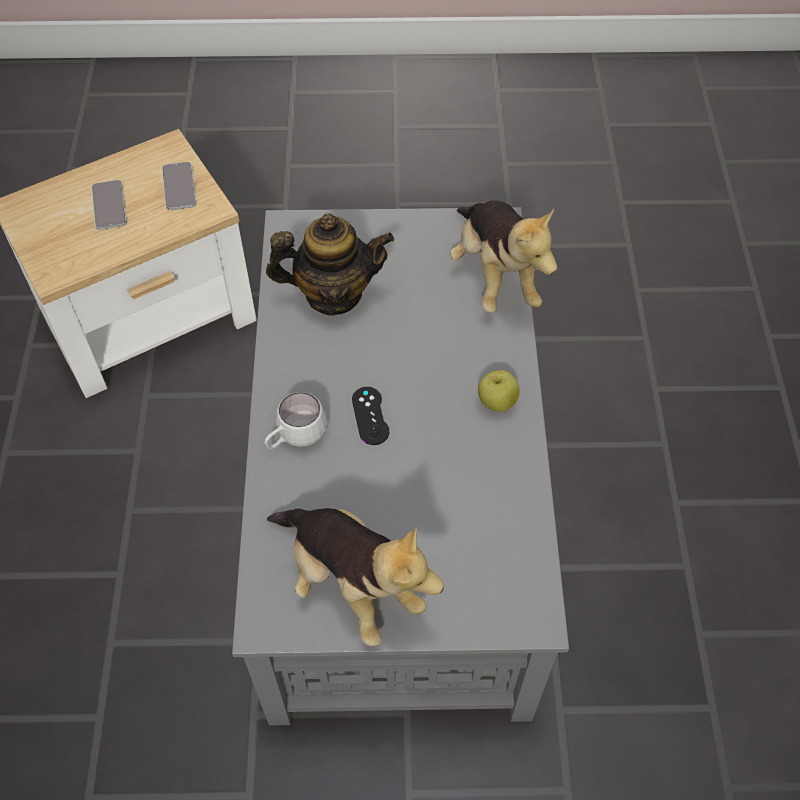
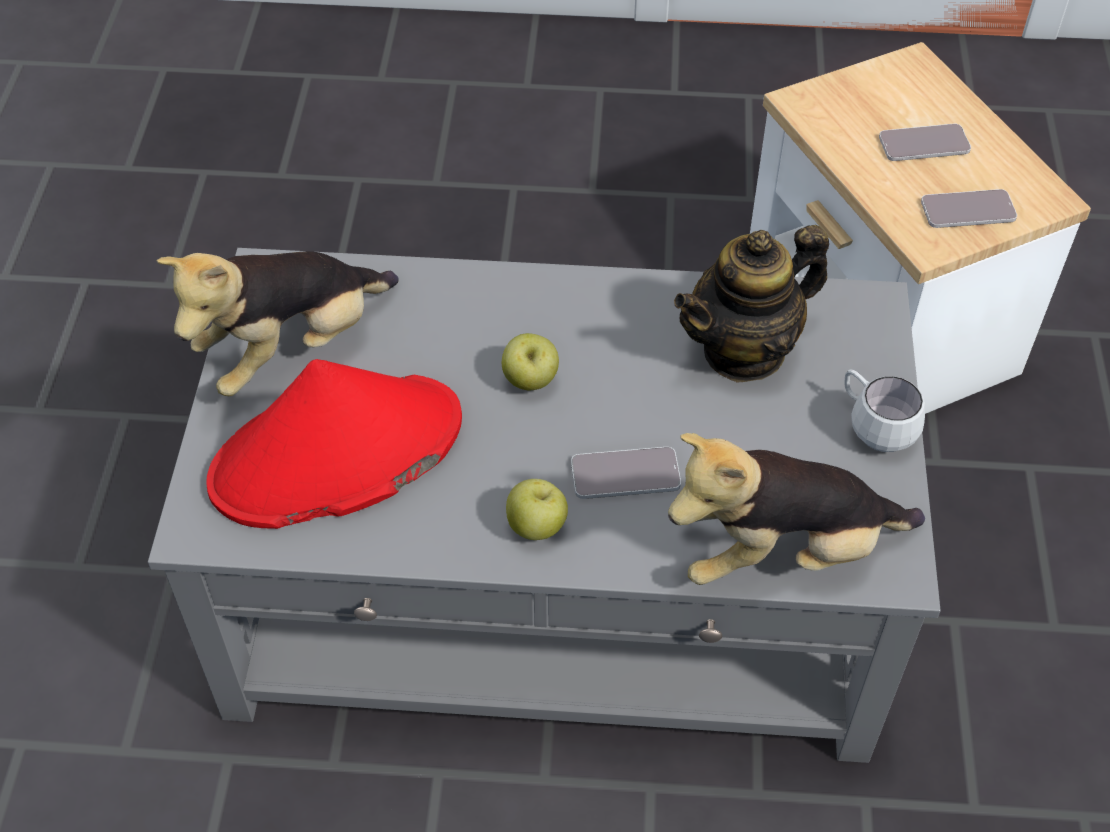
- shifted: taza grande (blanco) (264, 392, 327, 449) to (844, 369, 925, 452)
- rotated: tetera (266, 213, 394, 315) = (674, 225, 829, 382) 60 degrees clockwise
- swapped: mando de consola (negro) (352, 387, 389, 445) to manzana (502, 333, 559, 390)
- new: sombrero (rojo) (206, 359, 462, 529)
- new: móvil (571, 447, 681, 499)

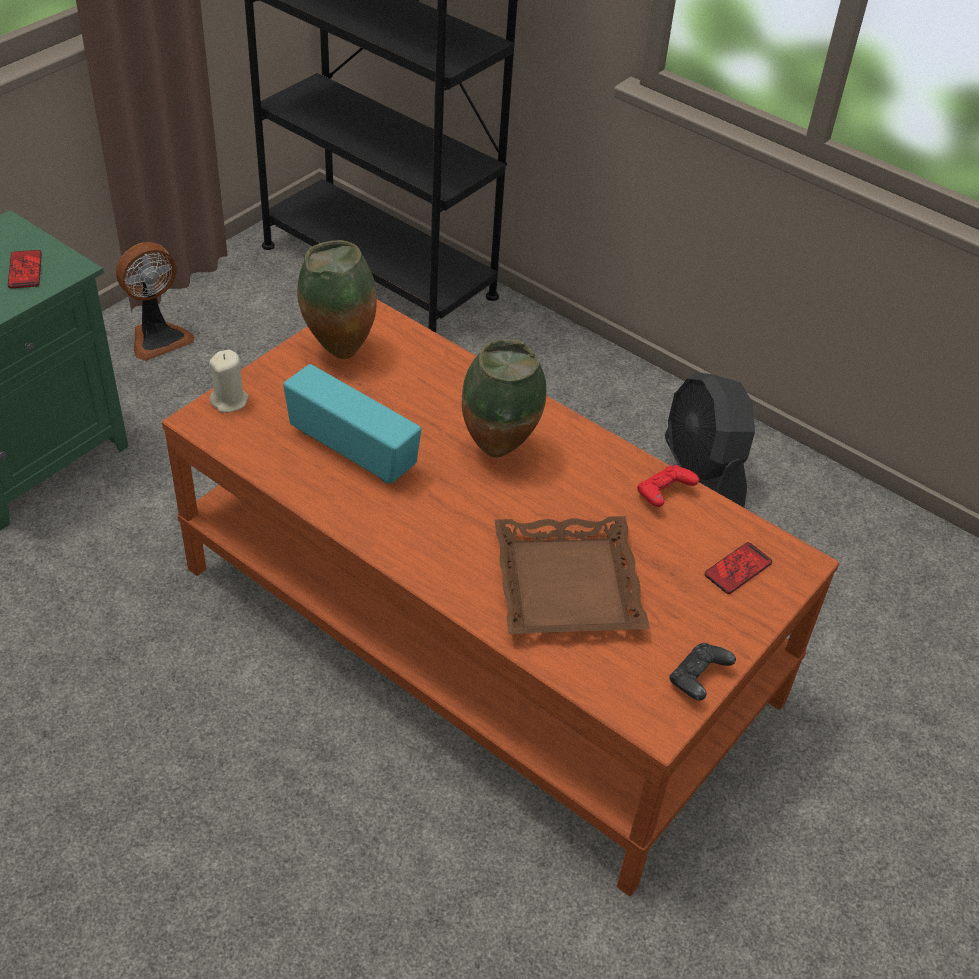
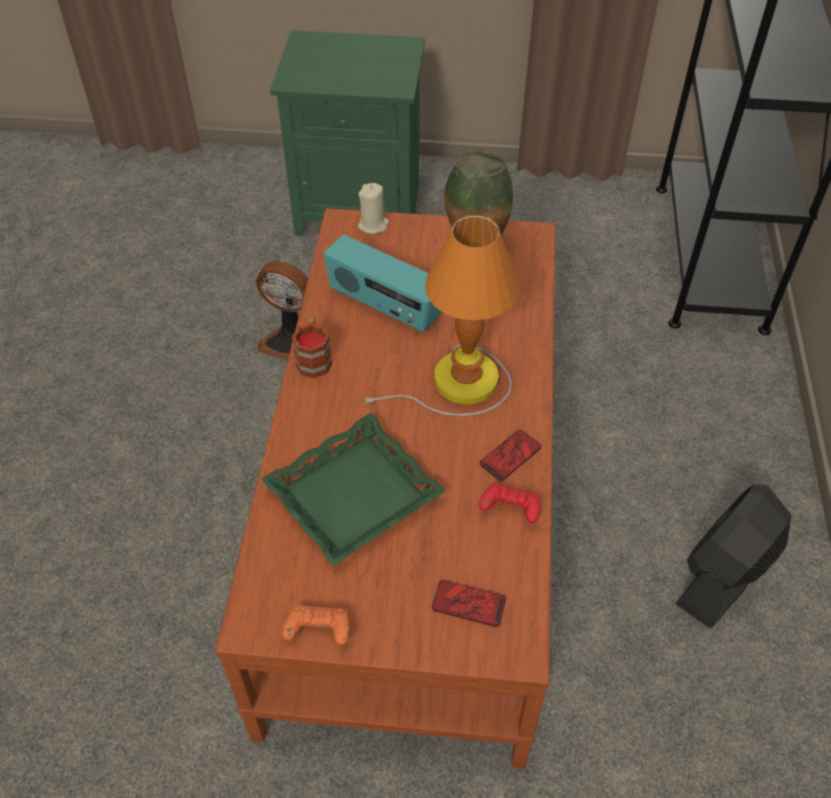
- shifted: móvil (8, 250, 42, 288) to (480, 429, 541, 481)
- shifted: ventilador (116, 242, 194, 361) to (256, 261, 308, 360)
- rotated: radio (283, 364, 422, 484) = (324, 235, 442, 333) 120 degrees clockwise
- swapped: florero (462, 340, 546, 457) to lámpara de mesa (362, 216, 519, 416)
- repainted: bandeja (marrón) (495, 516, 650, 634) to bandeja (verde) (261, 413, 446, 566)
- repainted: mando de consola (negro) (669, 643, 736, 700) to mando de consola (naranja) (282, 605, 350, 645)
- new: taza grande (292, 316, 332, 378)

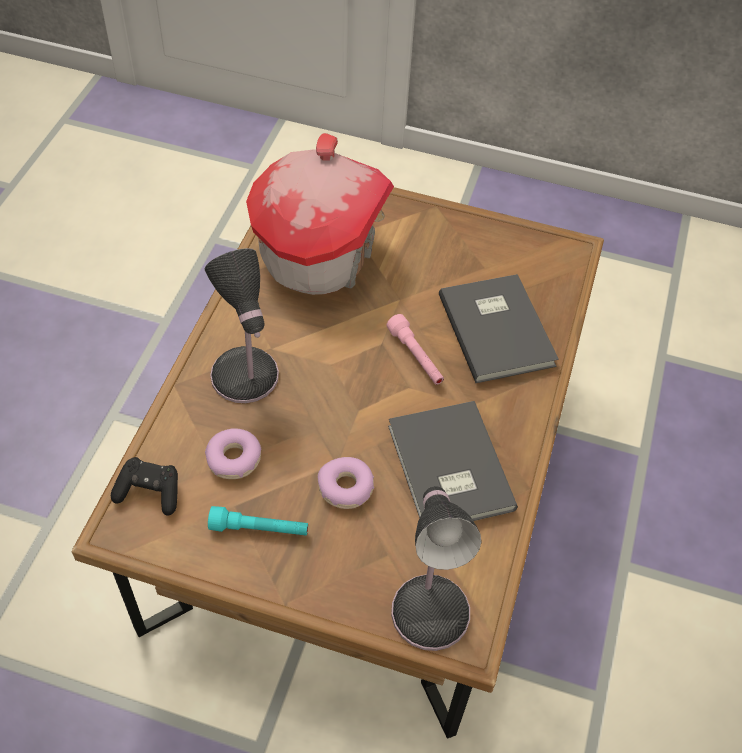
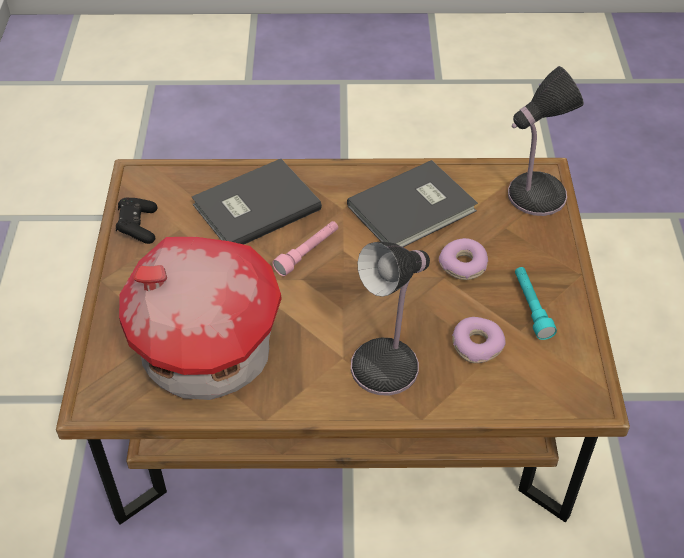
- shifted: mando de consola (negro) (111, 457, 178, 516) to (116, 198, 157, 244)

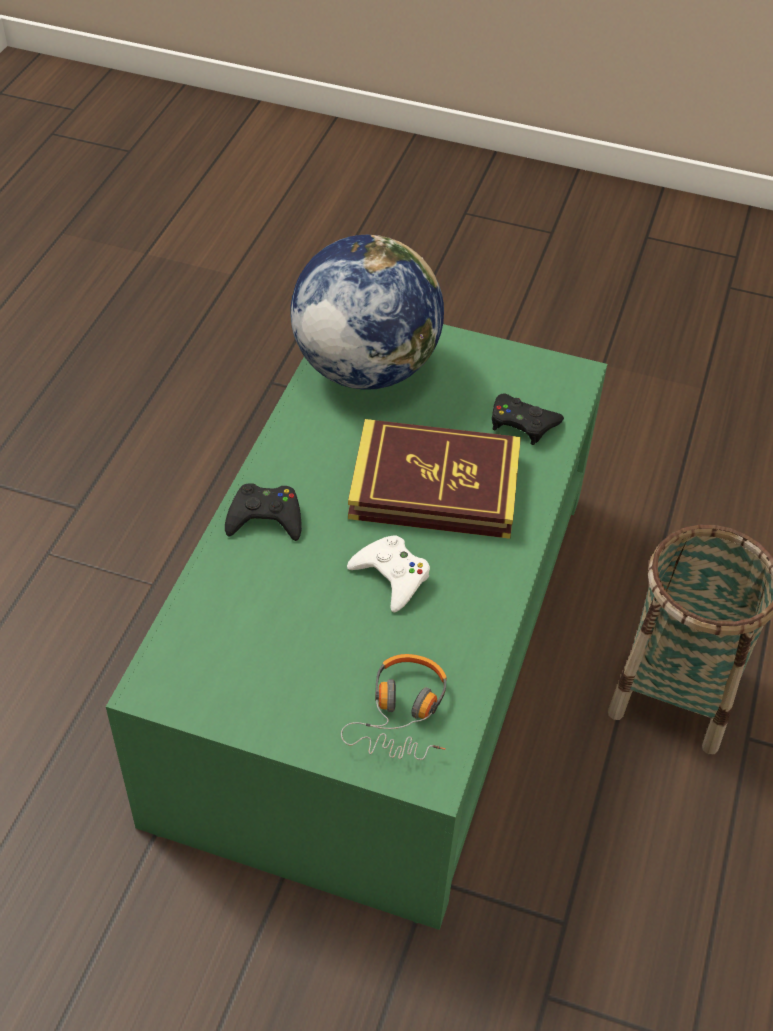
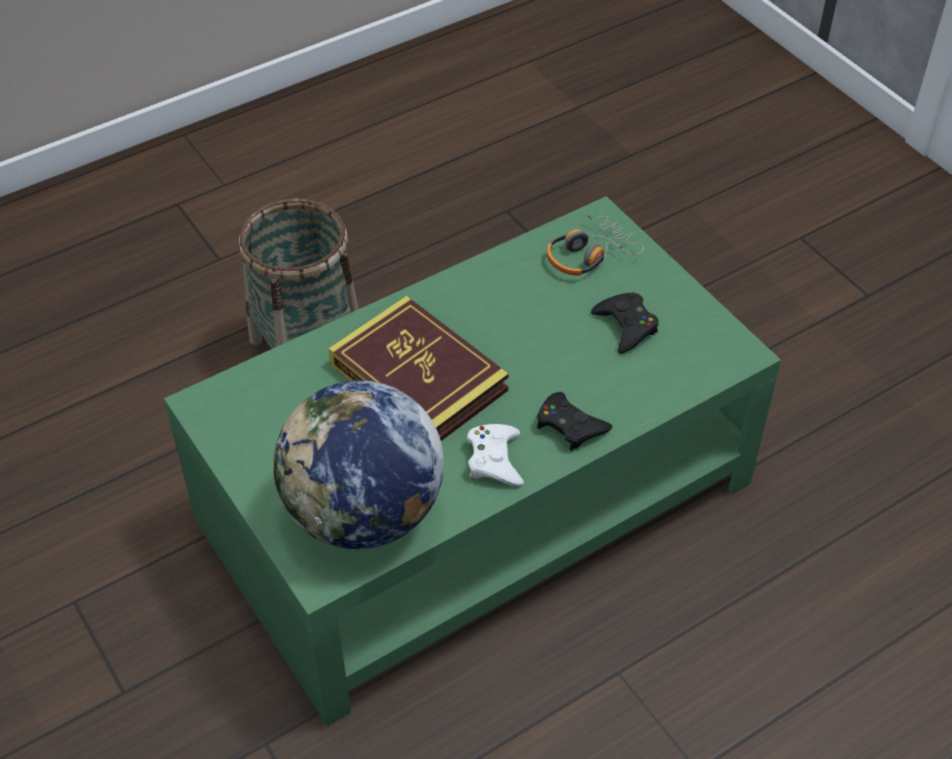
- shifted: mando de consola (blanco) (347, 536, 430, 613) to (467, 424, 524, 486)
- shifted: mando de consola (negro) (492, 393, 564, 445) to (591, 292, 659, 354)

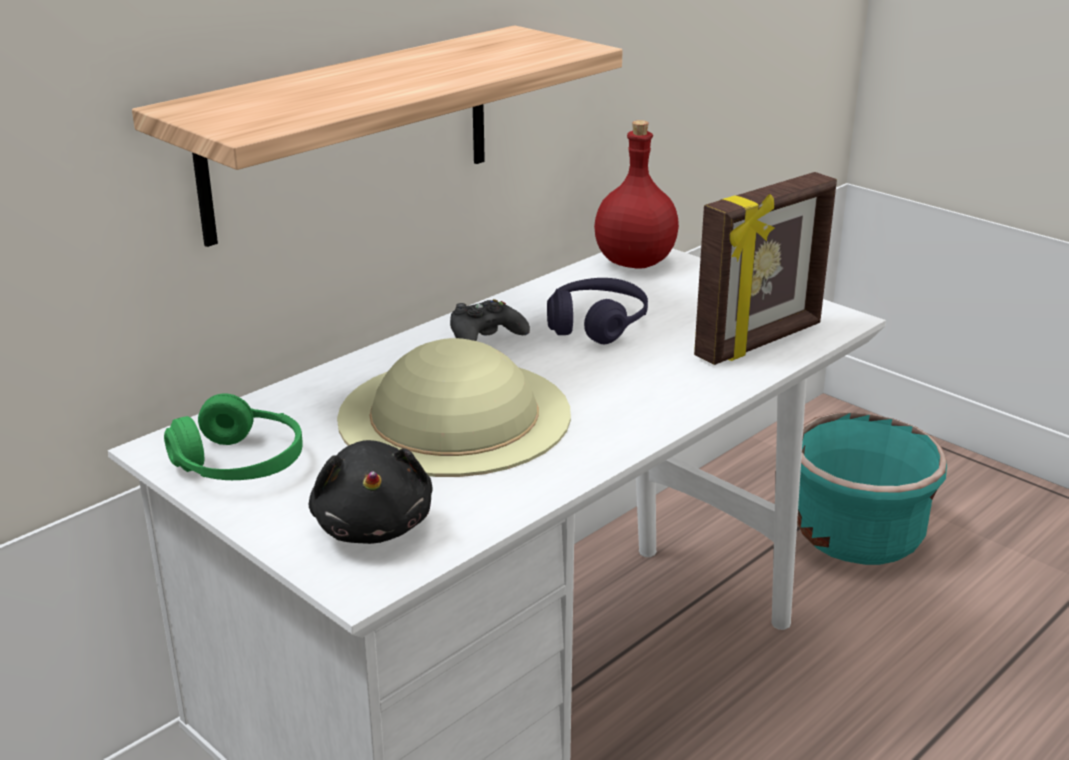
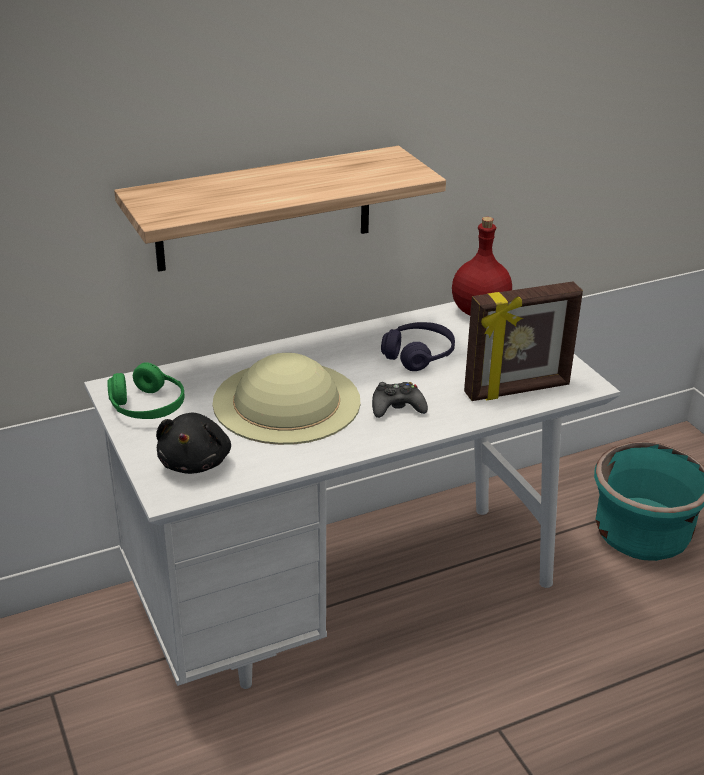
- shifted: mando de consola (negro) (450, 299, 530, 341) to (372, 382, 428, 418)

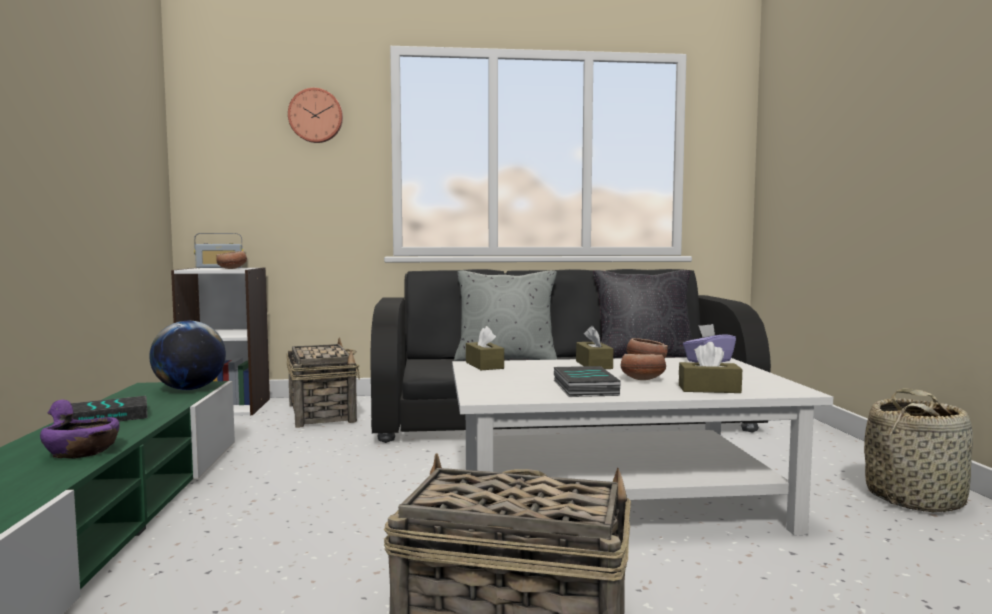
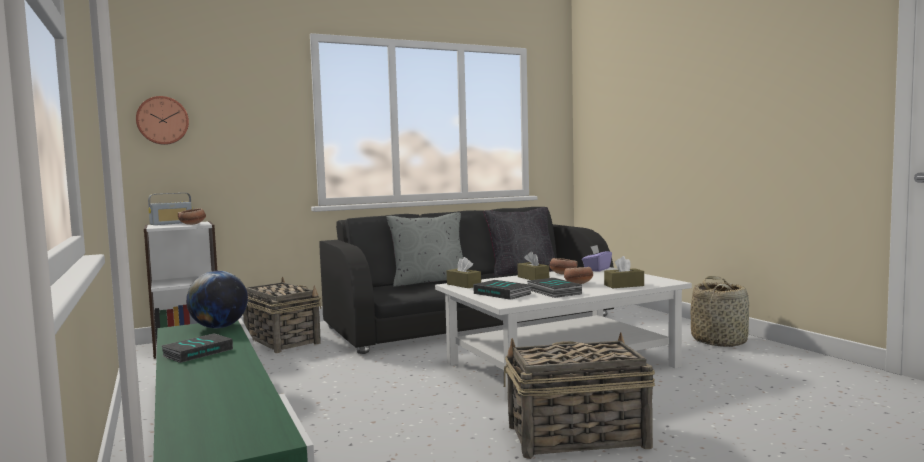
- gone: cuenco (morado) (40, 400, 120, 459)
- shifted: reloj de pared (288, 88, 343, 143) to (136, 96, 189, 145)
- new: libro (473, 280, 532, 300)

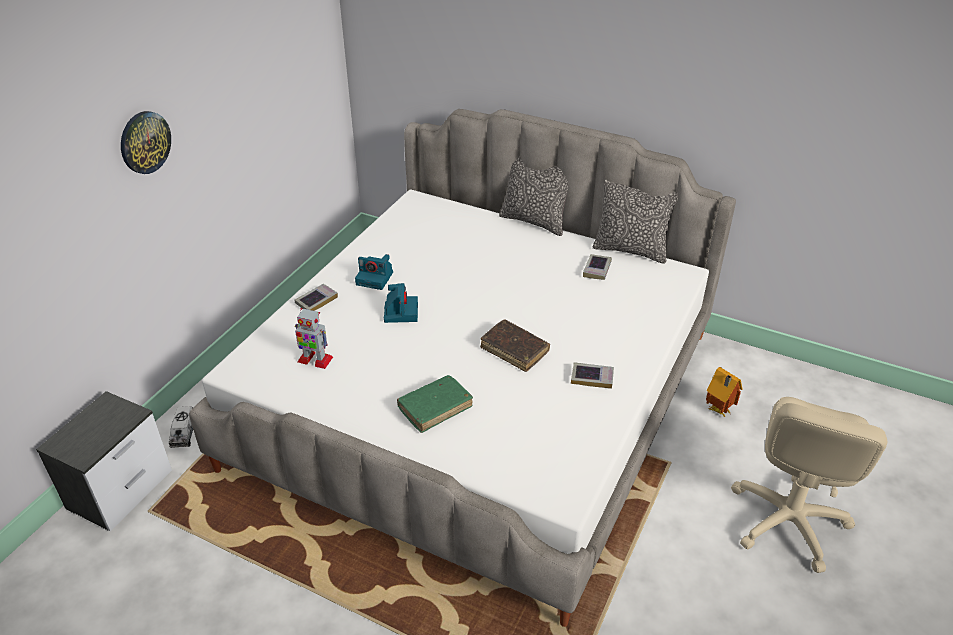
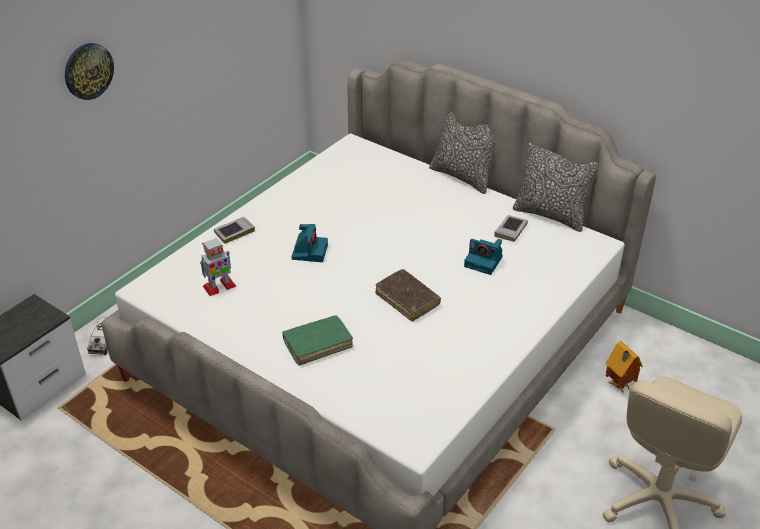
- rotated: robot de juguete (295, 308, 333, 369) = (200, 237, 237, 296) 60 degrees counterclockwise
- shifted: cámara (355, 254, 393, 290) to (464, 239, 503, 275)
- gone: libro (571, 362, 614, 389)

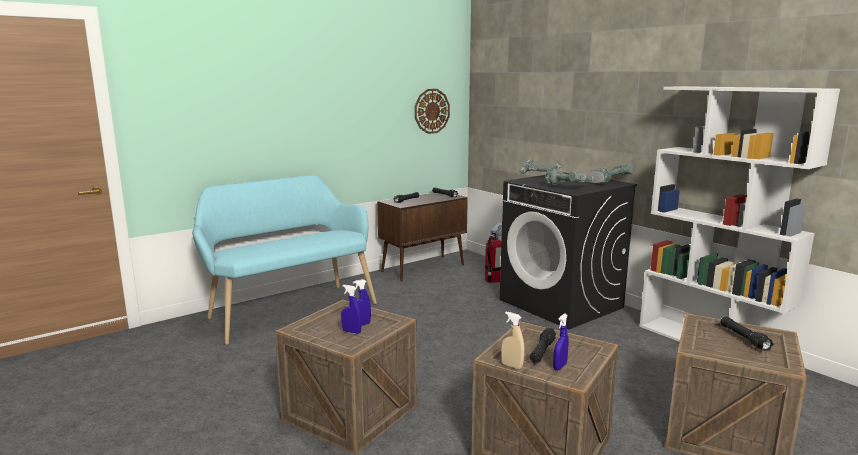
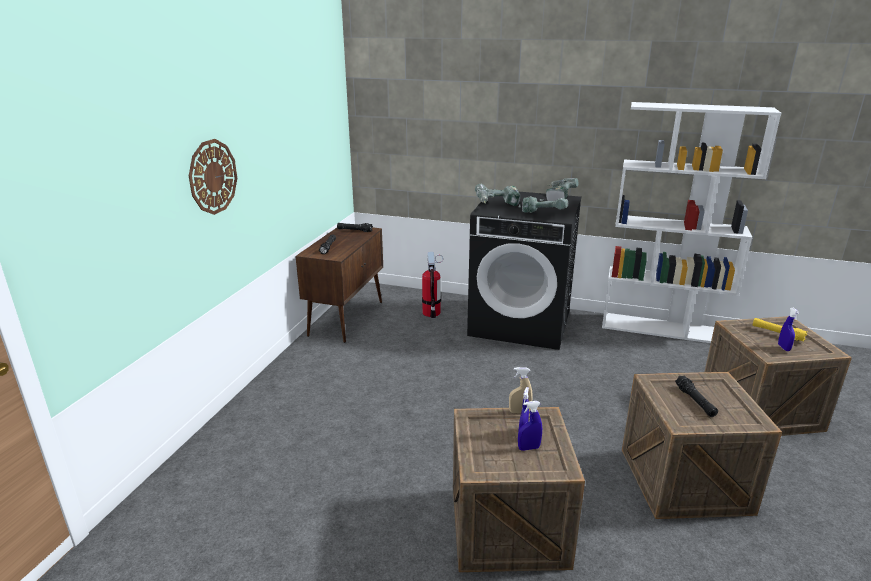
- gone: banco (turquesa) (192, 175, 377, 345)
- shifted: reloj de pared (415, 89, 450, 134) to (189, 139, 237, 215)
- shifted: pulverizador (beis) (501, 312, 525, 369) to (509, 367, 532, 413)
- shifted: pulverizador (azul) (553, 313, 569, 370) to (778, 308, 799, 351)
- repainted: linterna (negro) (720, 316, 774, 351) to linterna (amarillo) (753, 318, 807, 342)

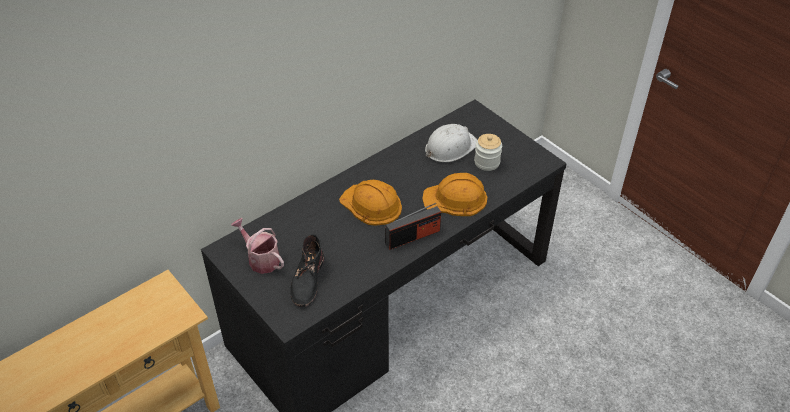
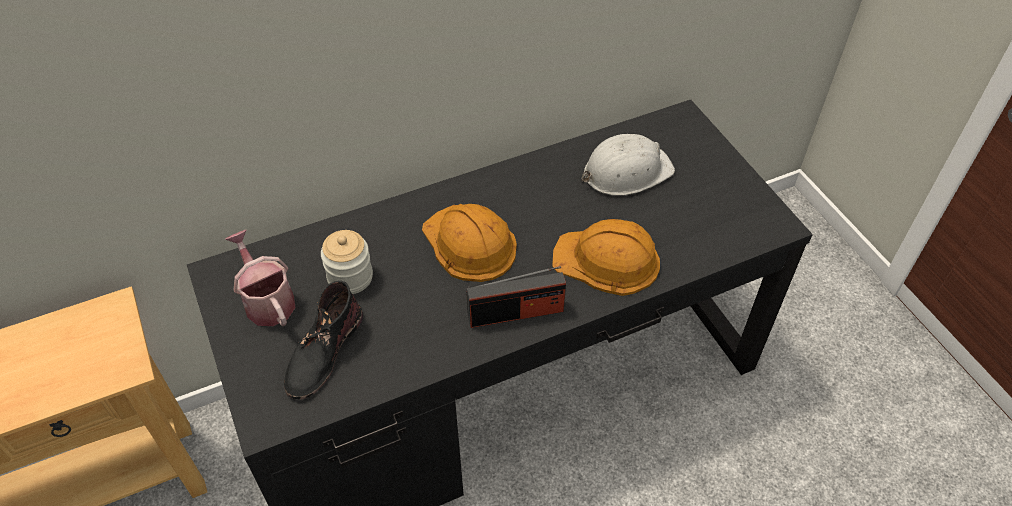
- shifted: tarro (474, 134, 502, 171) to (321, 230, 373, 294)

